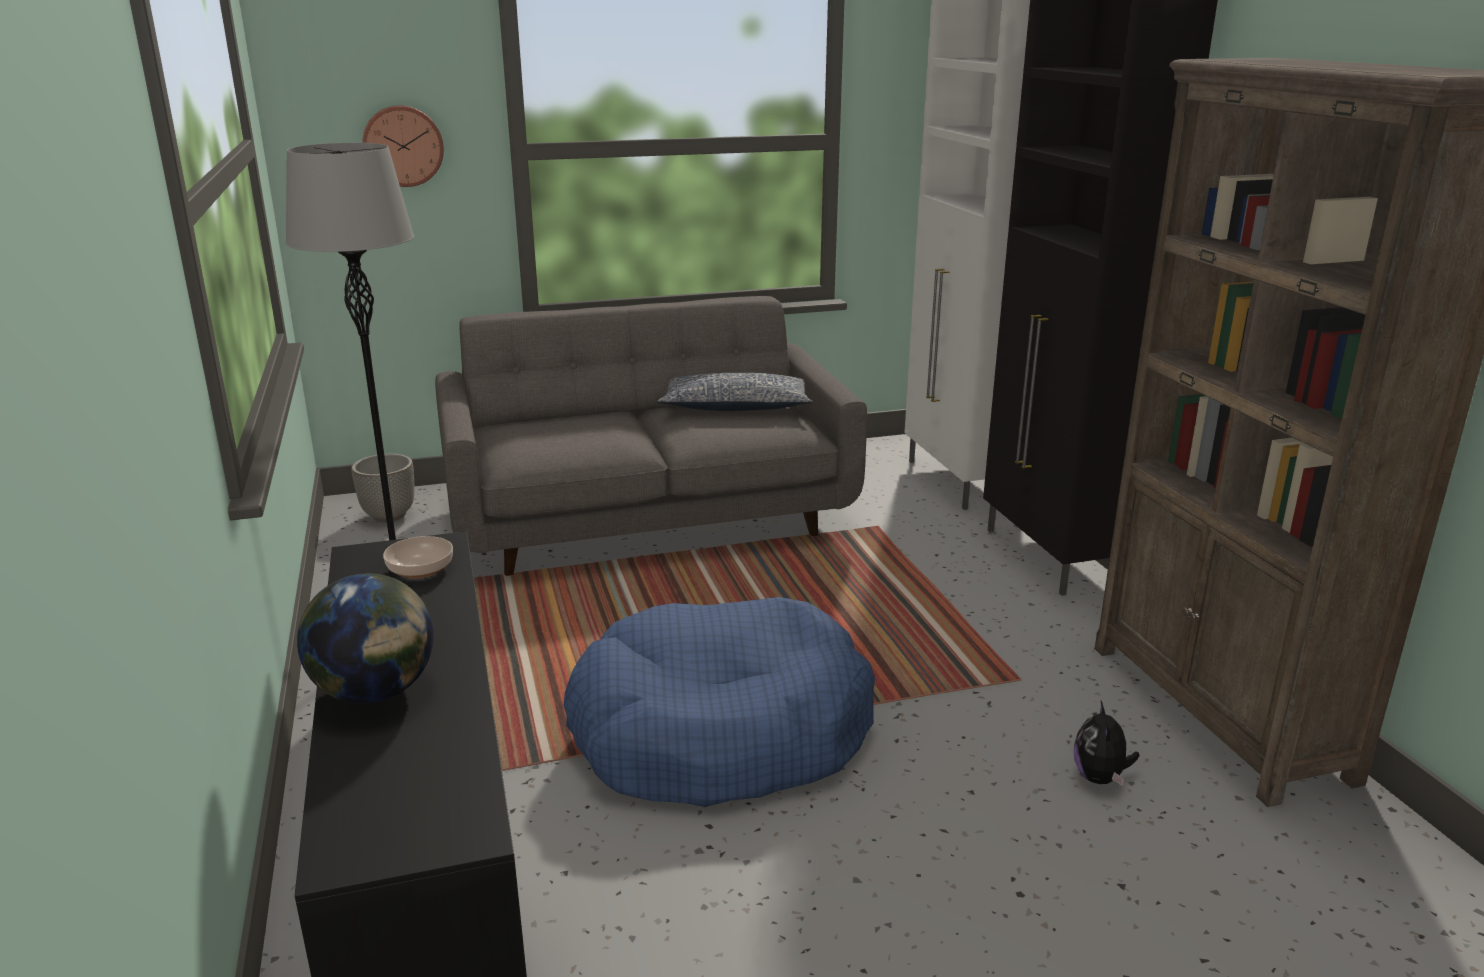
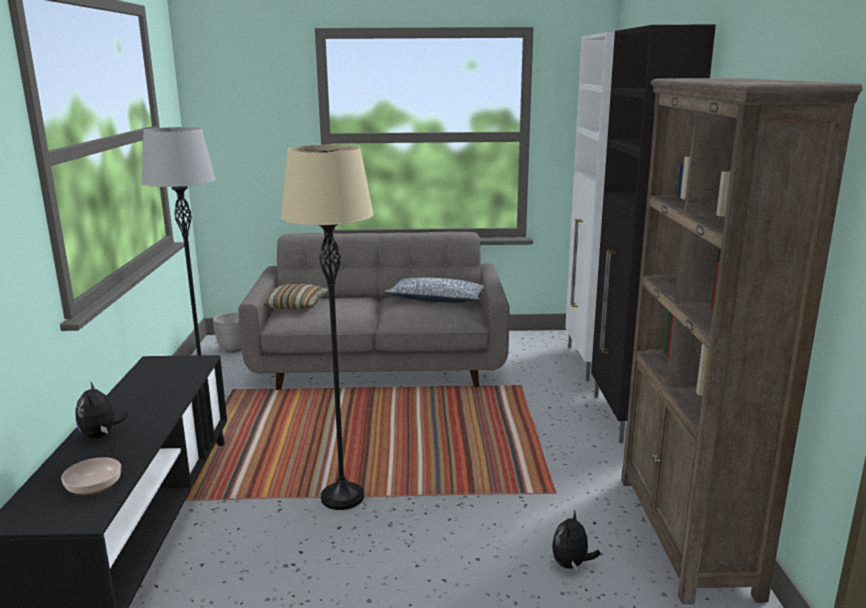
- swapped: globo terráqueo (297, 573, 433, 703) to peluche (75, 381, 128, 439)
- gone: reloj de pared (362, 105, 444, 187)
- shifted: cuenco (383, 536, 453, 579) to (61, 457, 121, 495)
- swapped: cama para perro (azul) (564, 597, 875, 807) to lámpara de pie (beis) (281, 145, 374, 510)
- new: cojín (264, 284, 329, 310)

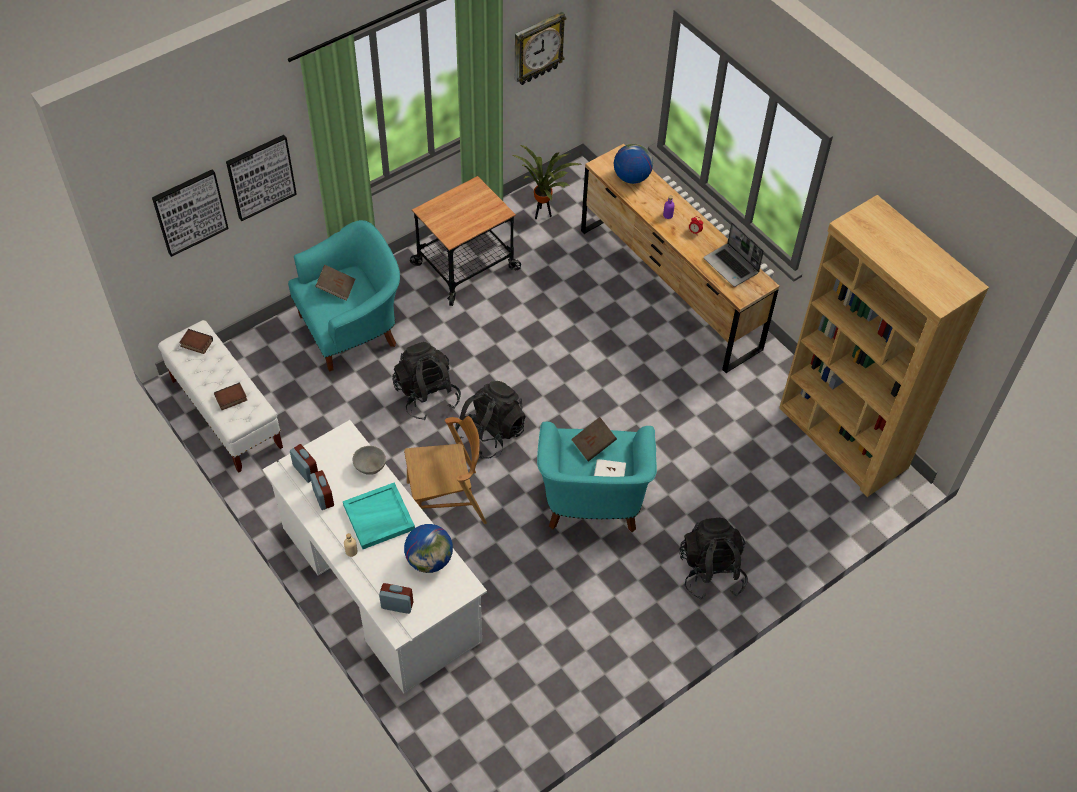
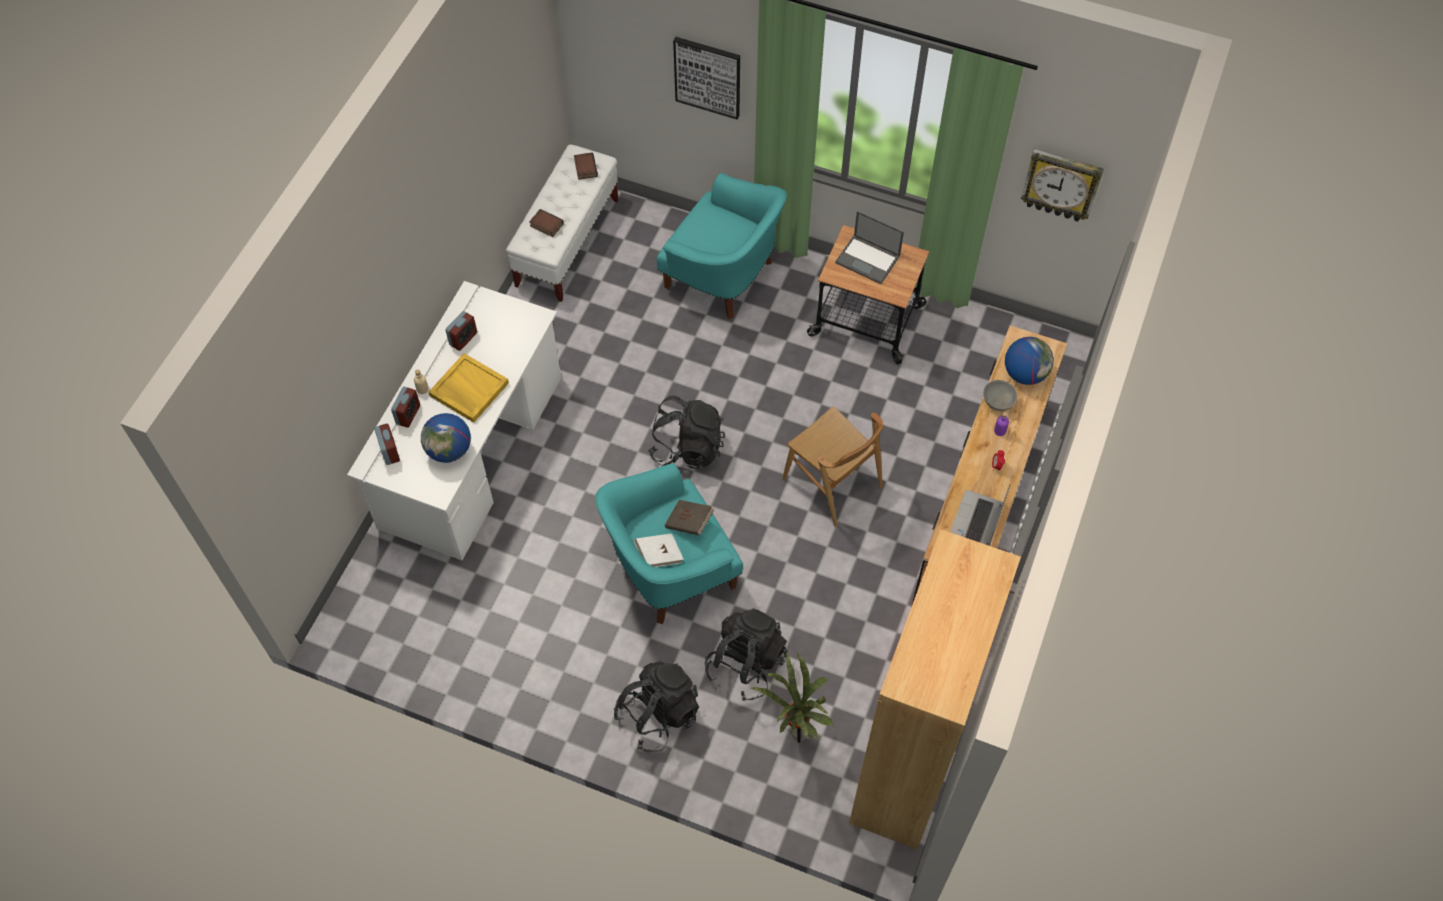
- gone: cuadro (152, 170, 229, 257)
- shifted: despertador (290, 444, 318, 483) to (391, 387, 420, 428)
- gone: libro (marrón) (315, 265, 355, 301)
- repainted: bandeja (turquesa) (343, 482, 415, 549) to bandeja (amarillo) (429, 353, 509, 423)
- shifted: cuenco (gris) (353, 446, 386, 475) to (983, 380, 1017, 411)
- shifted: mochila (negro) (392, 342, 461, 420) to (705, 608, 787, 701)
- shifted: silla (marrón) (404, 416, 487, 524) to (782, 407, 884, 527)
- shifted: planta en maceta (513, 145, 583, 219) to (751, 652, 834, 743)
- new: portátil (835, 211, 904, 284)

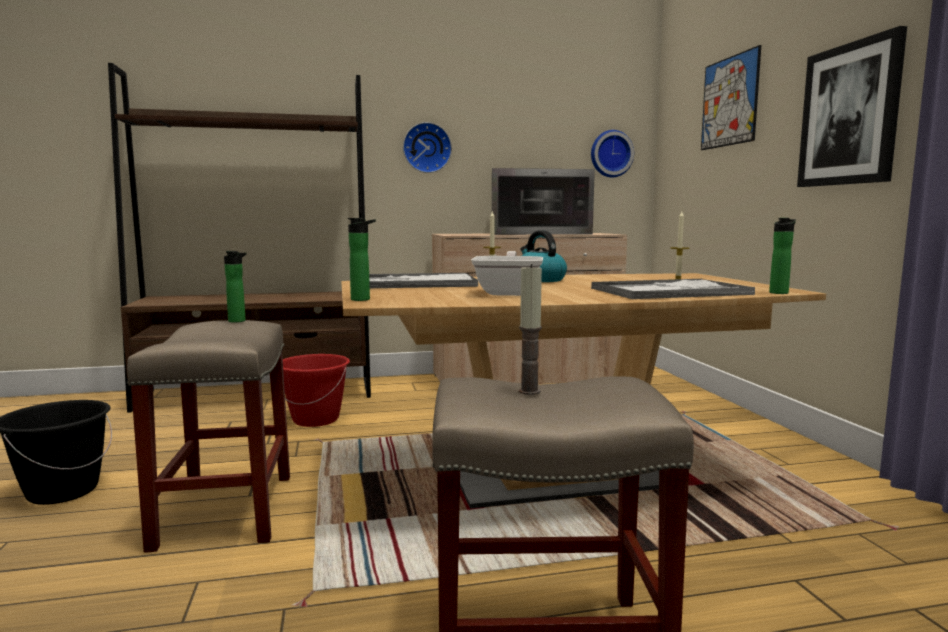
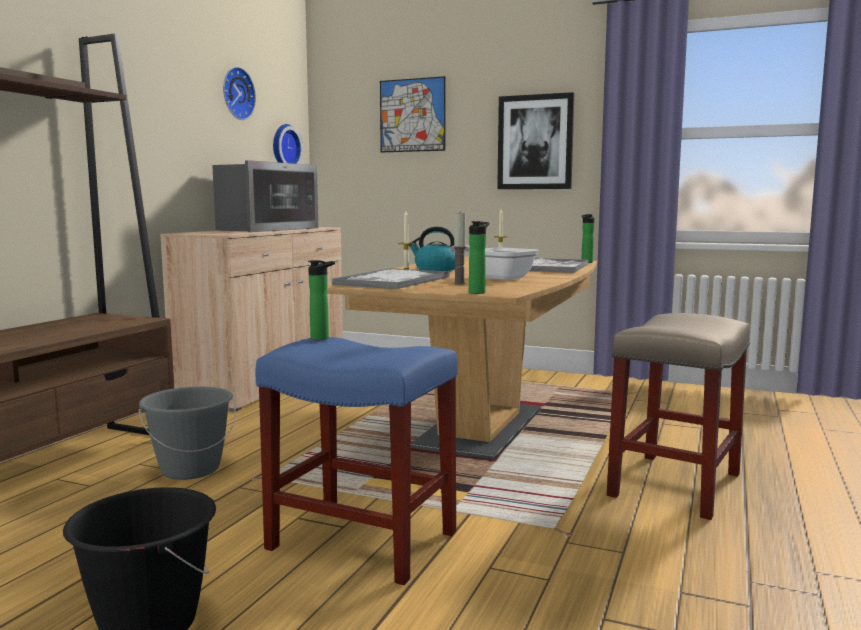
- repainted: taburete (beis) (127, 320, 290, 553) to taburete (azul) (255, 337, 458, 585)
- repainted: cubo (rojo) (283, 354, 350, 427) to cubo (gris) (139, 386, 236, 480)
- shifted: reloj de pared (403, 122, 452, 173) to (223, 67, 256, 120)
- shifted: vela (519, 264, 542, 395) to (453, 211, 466, 285)

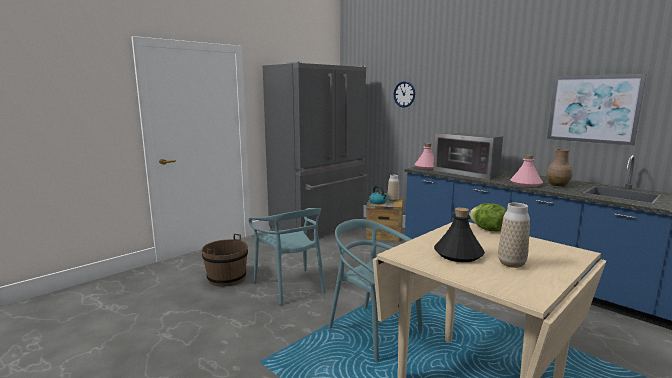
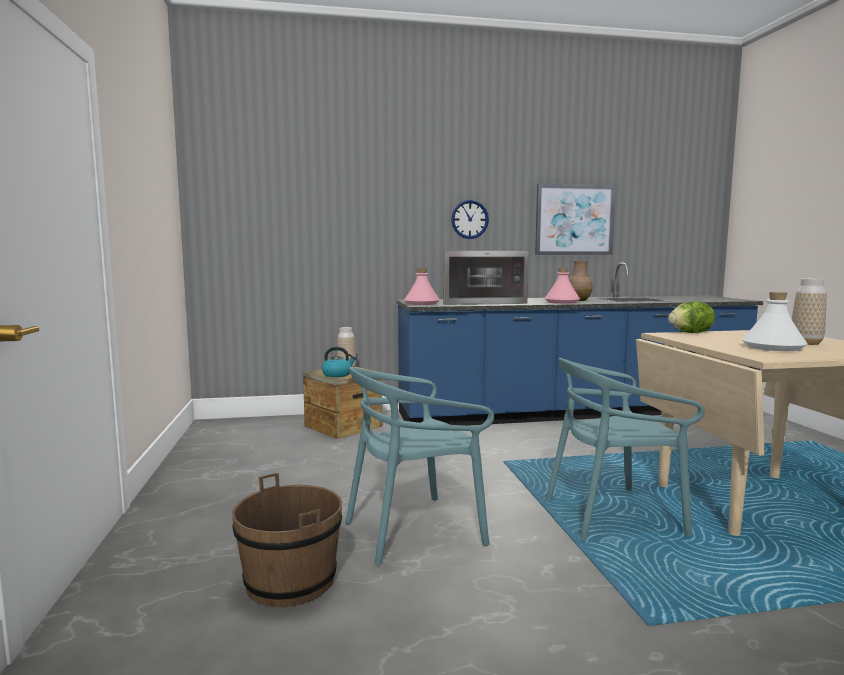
- rotated: silla (turquesa) (249, 208, 326, 305) = (346, 367, 494, 565) 150 degrees clockwise
- gone: nevera (gris) (263, 62, 367, 240)
- shifted: reloj de pared (394, 81, 415, 108) to (451, 200, 489, 239)
- repainted: botella (negro) (434, 207, 485, 262) to botella (blanco) (742, 292, 808, 351)

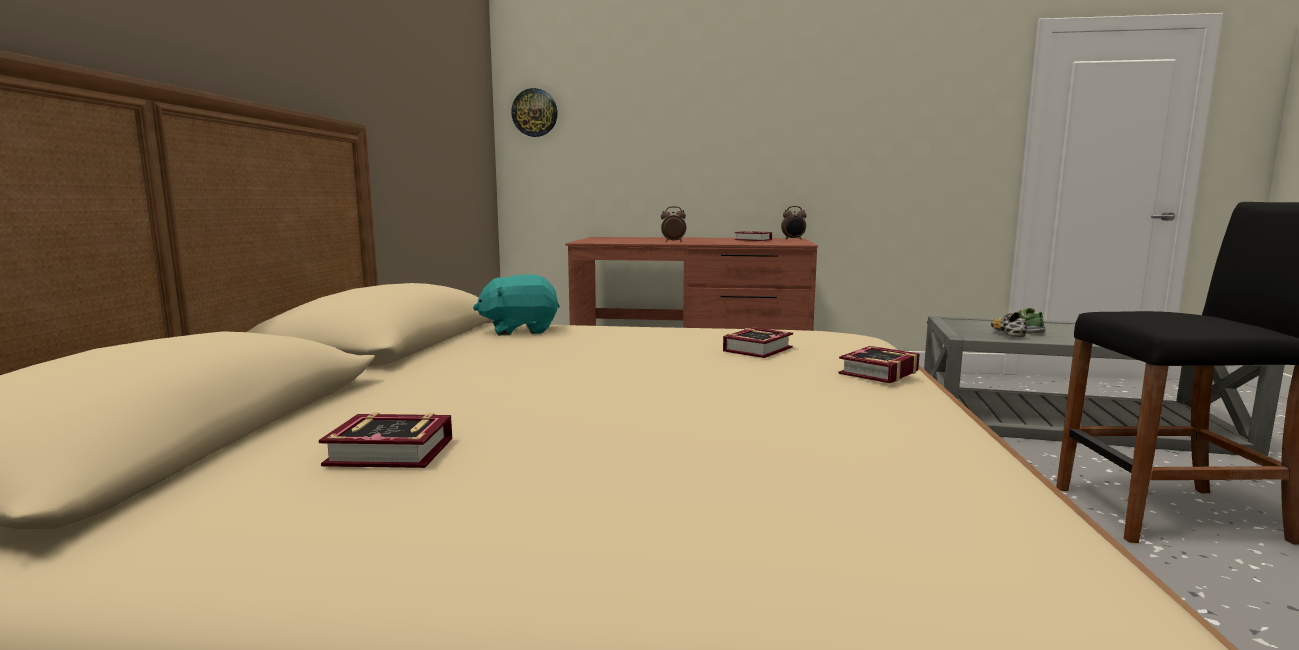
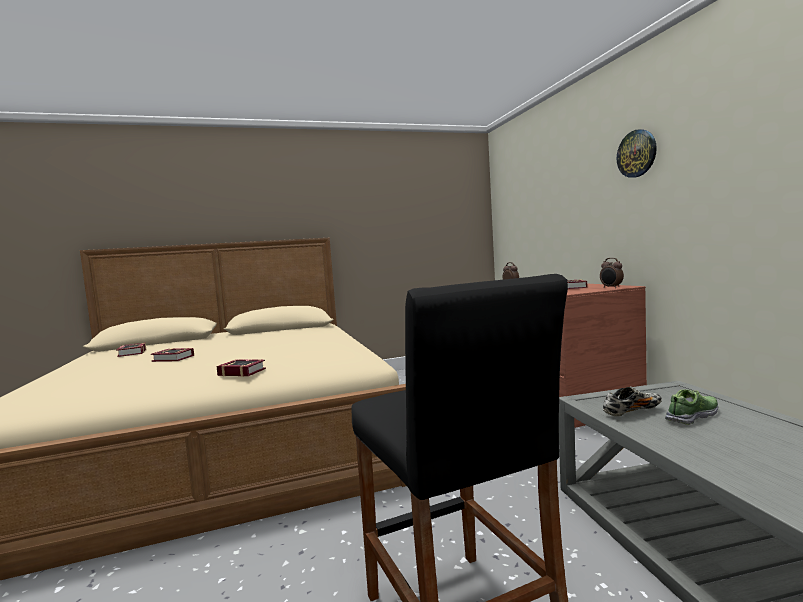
- gone: peluche (turquesa) (473, 274, 560, 336)
- shifted: reloj de pared (511, 88, 558, 137) to (617, 129, 657, 178)
- shifted: libro (723, 327, 793, 358) to (151, 348, 194, 362)

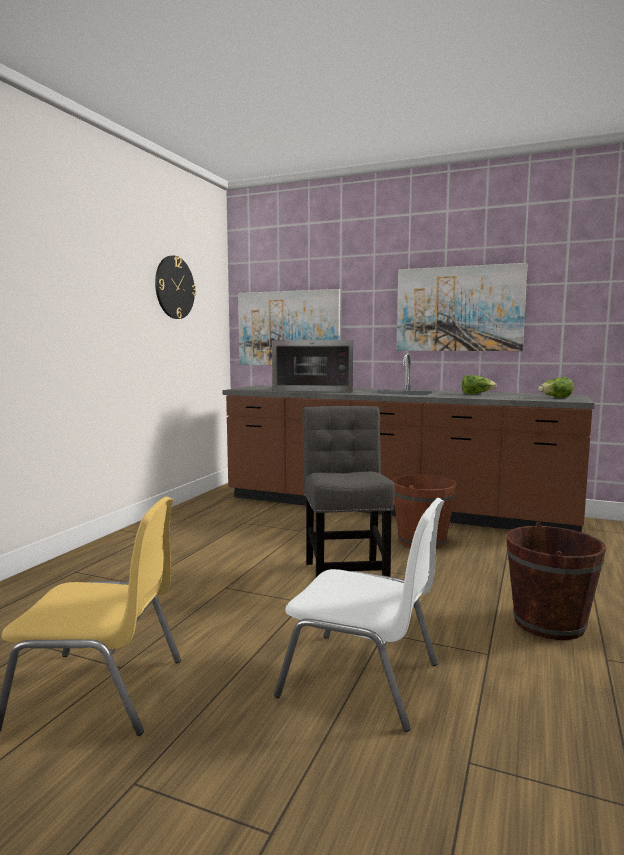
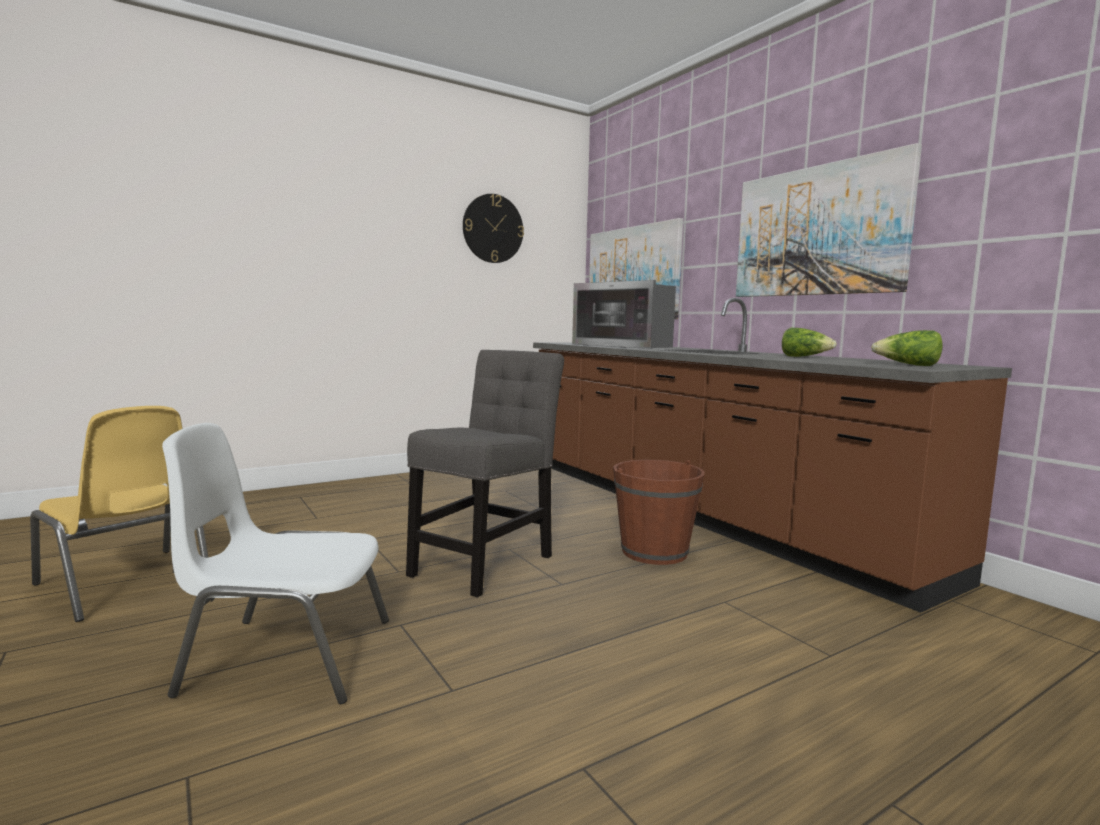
- rotated: silla (blanco) (274, 498, 444, 732) = (162, 423, 389, 704) 120 degrees clockwise
- gone: cubo (marrón) (506, 522, 607, 640)

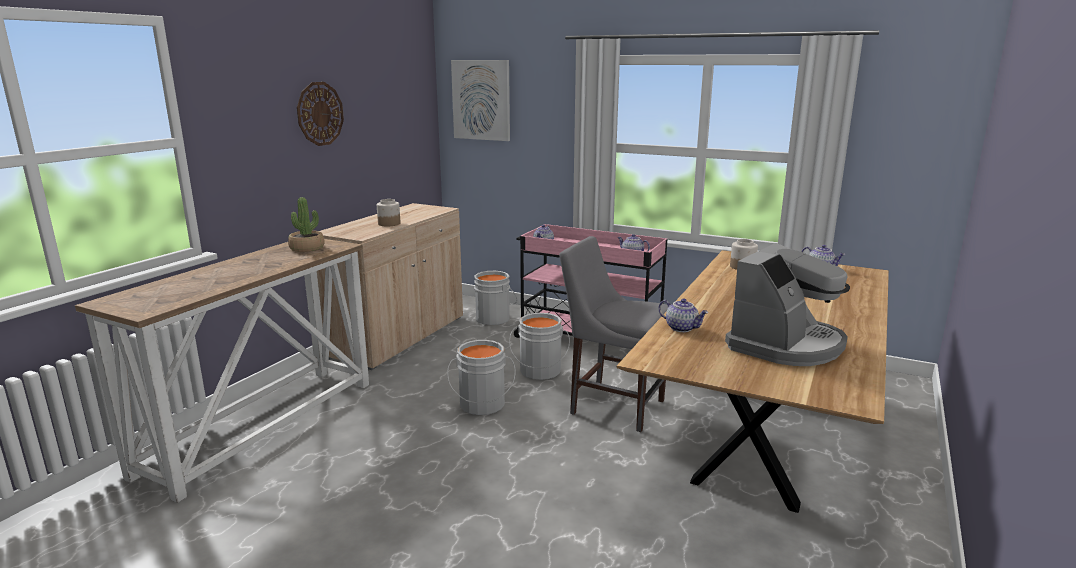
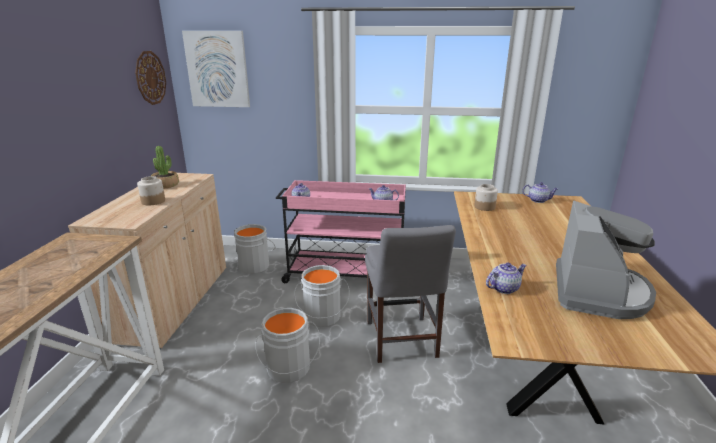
- shifted: planta en maceta (288, 197, 325, 252) to (151, 146, 179, 189)
- shifted: reloj de pared (297, 82, 344, 146) to (135, 51, 166, 105)
- rotated: silla (gris) (559, 236, 668, 432) = (365, 225, 456, 363) 105 degrees counterclockwise
- rotated: tetera (658, 298, 708, 332) = (486, 263, 527, 294) 45 degrees counterclockwise

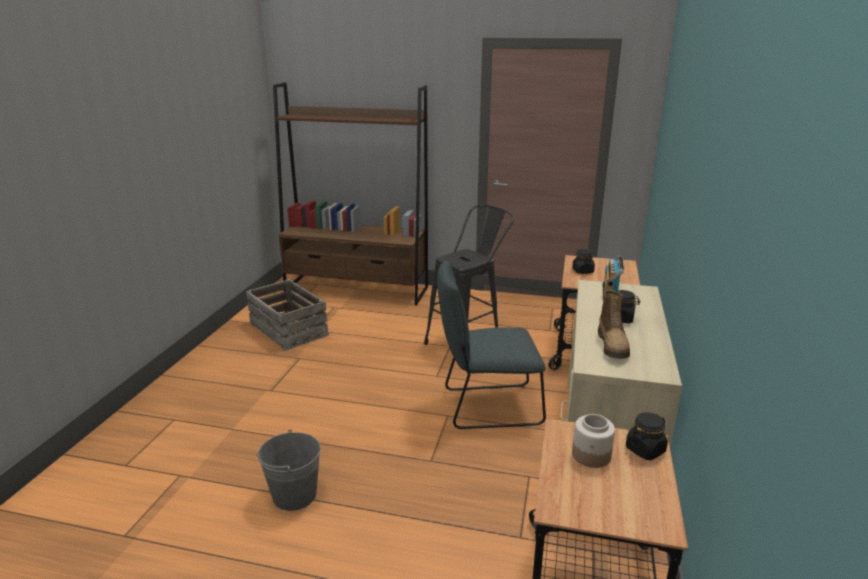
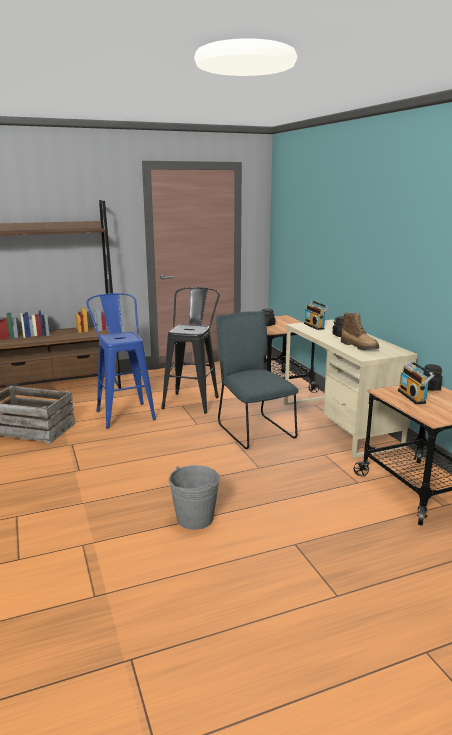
- rotated: silla (gris) (437, 260, 546, 429) = (216, 311, 299, 449) 105 degrees clockwise
- swapped: tarro (572, 414, 615, 468) to radio (398, 361, 434, 404)
- new: taburete (azul) (86, 293, 156, 428)

